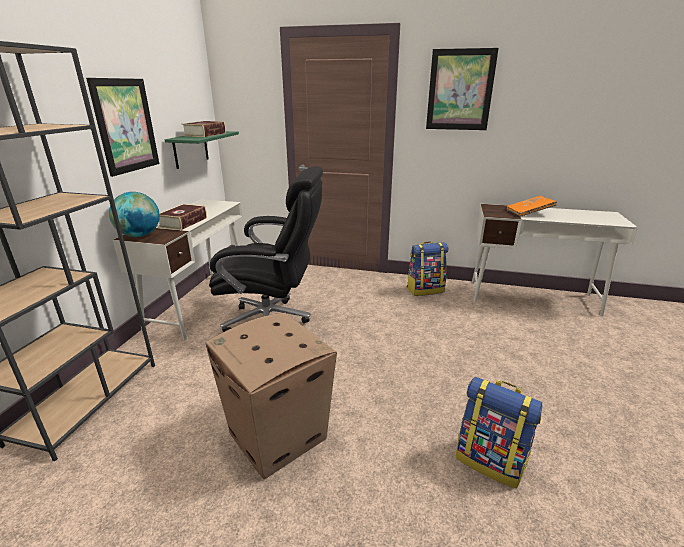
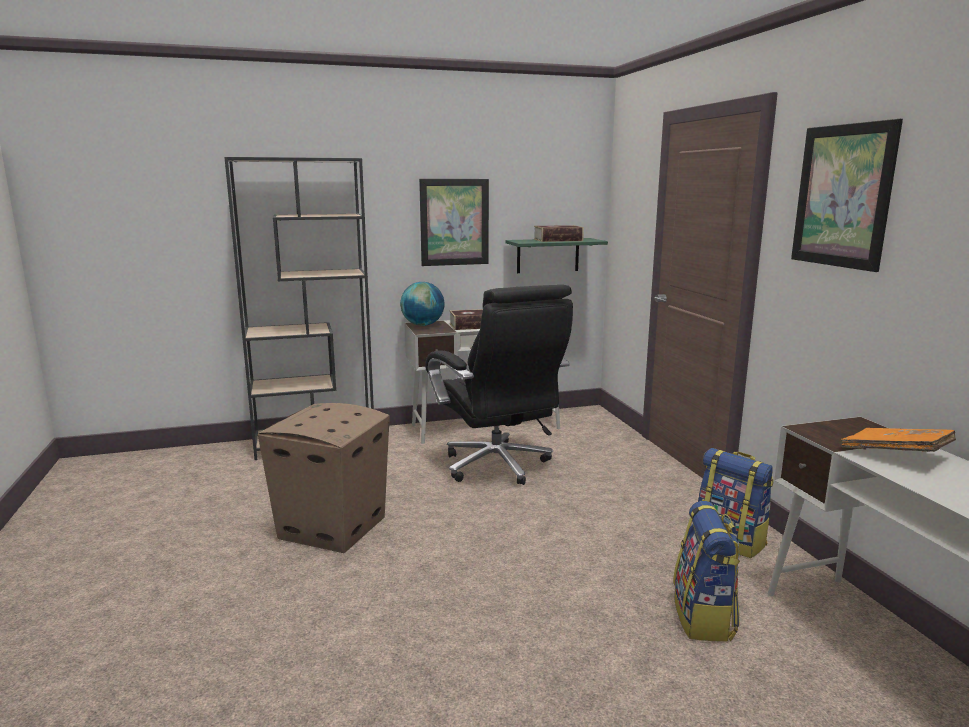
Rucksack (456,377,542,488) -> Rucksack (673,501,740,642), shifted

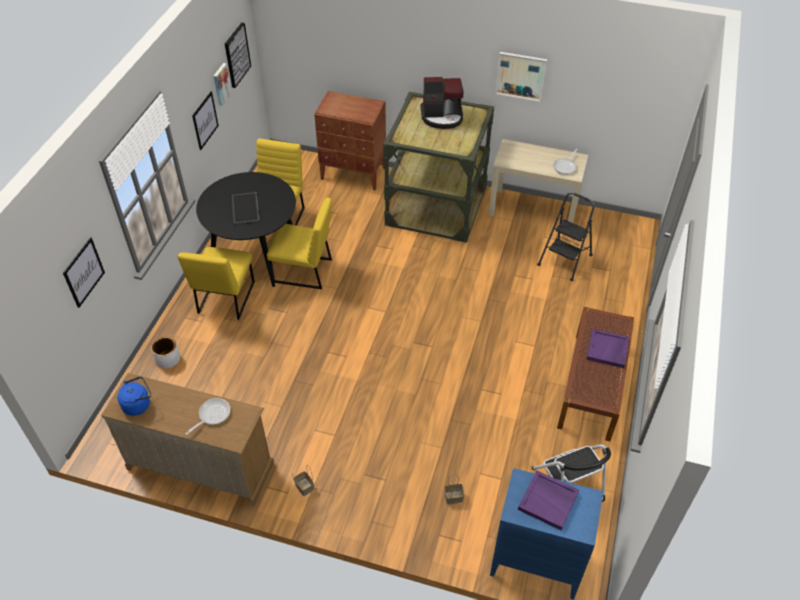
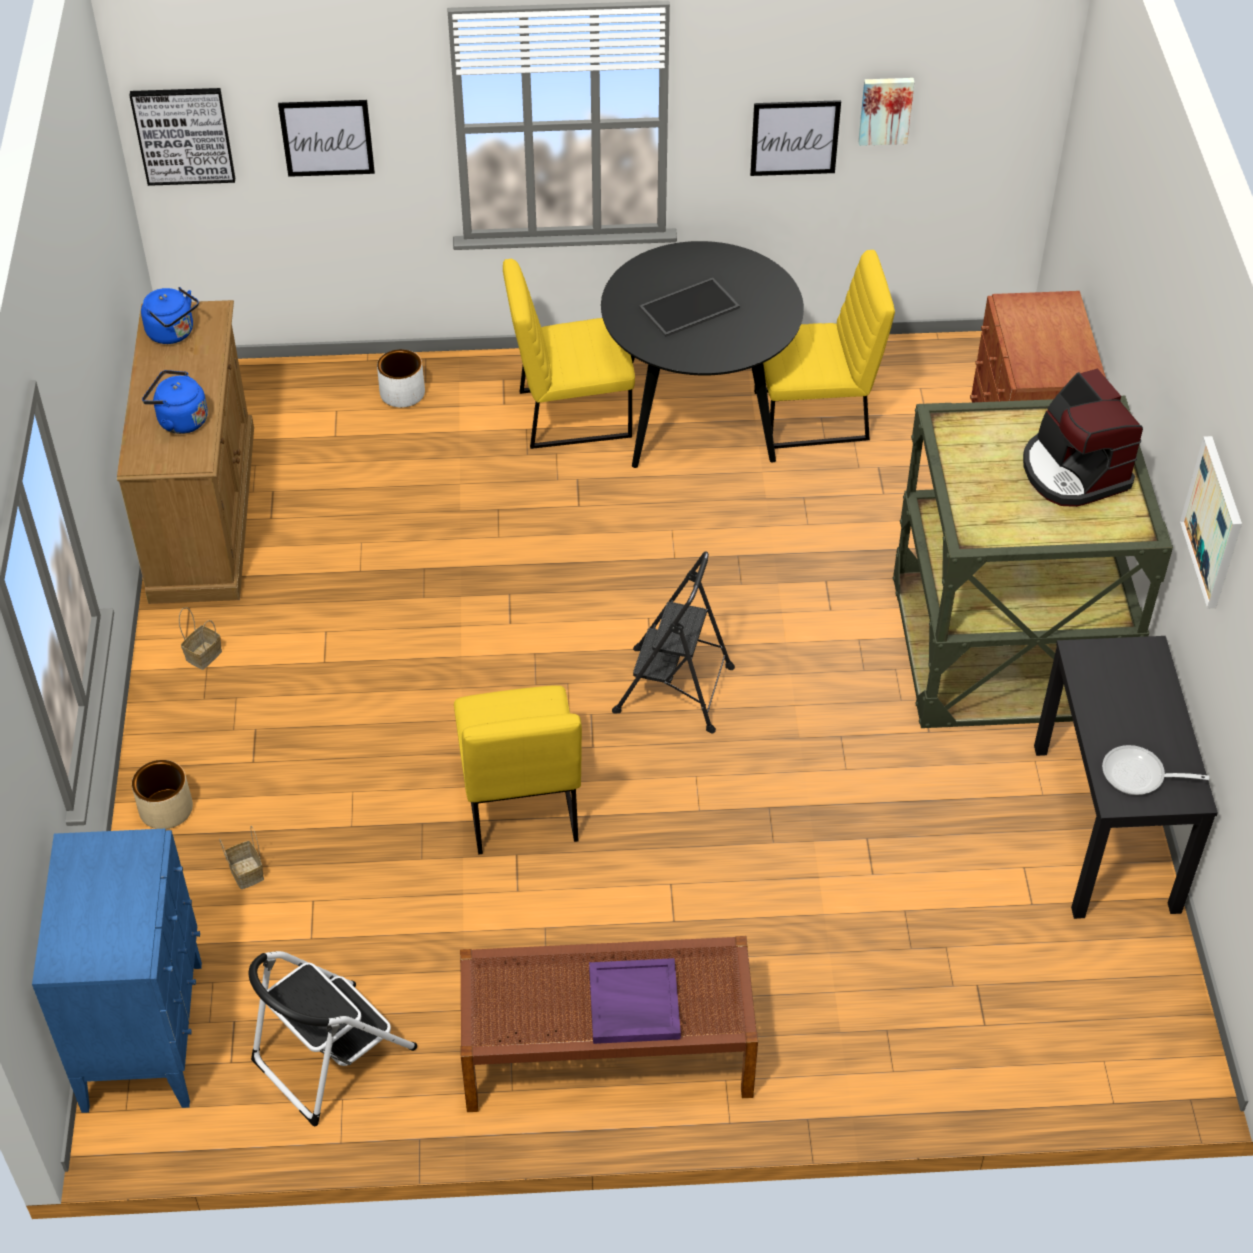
Pfanne (185,398,231,435) -> Wasserkessel [blau] (142,370,208,434)
Bild (225,23,251,88) -> Bild (129,88,235,186), shifted
Stuhl [gelb] (267,197,332,289) -> Stuhl [gelb] (454,685,582,854), shifted
Konsolentisch [beige] (488,139,588,223) -> Konsolentisch [schwarz] (1034,636,1218,919)
Tablett [lila] (518,471,579,530) -> none
Trittleiter [schwarz] (537,192,595,281) -> Trittleiter [schwarz] (612,551,735,733), shifted
none -> Pflanzkübel [beige] (132,760,193,829)

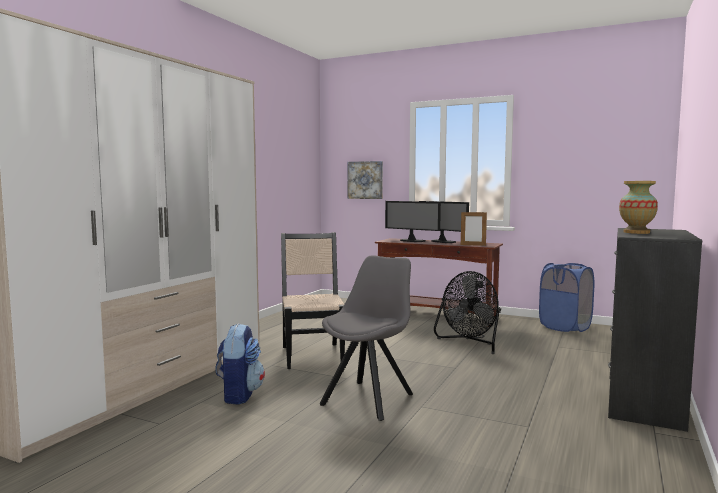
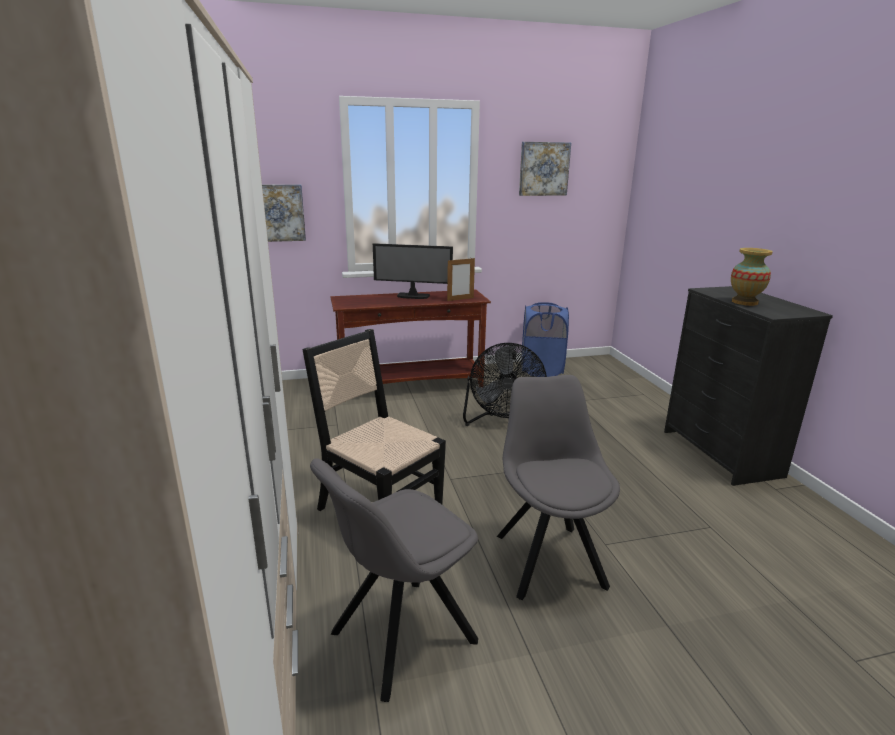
Rucksack (215,323,265,405) -> Stuhl [grau] (310,458,478,702)
Monitor (385,201,441,242) -> none
none -> Bild (519,142,571,196)

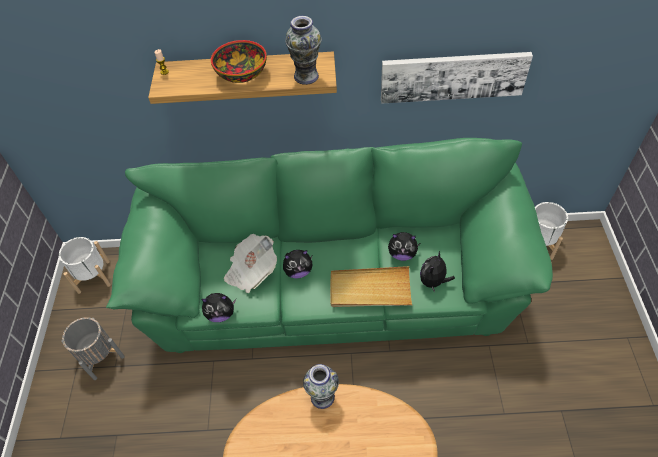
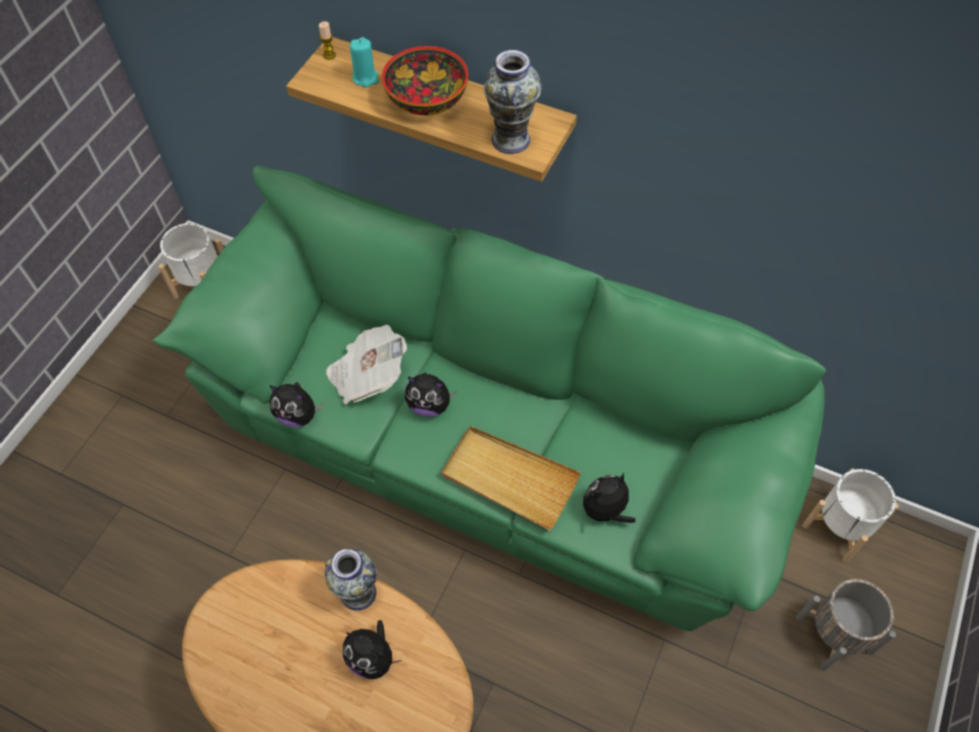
Pflanzkübel [grau] (62,317,125,380) -> Pflanzkübel [grau] (796,579,896,671), shifted
Bild (381,52,533,104) -> none
Plüschtier (388,232,420,261) -> Plüschtier (343,620,402,679), shifted
none -> Kerze [türkis] (350,37,379,87)

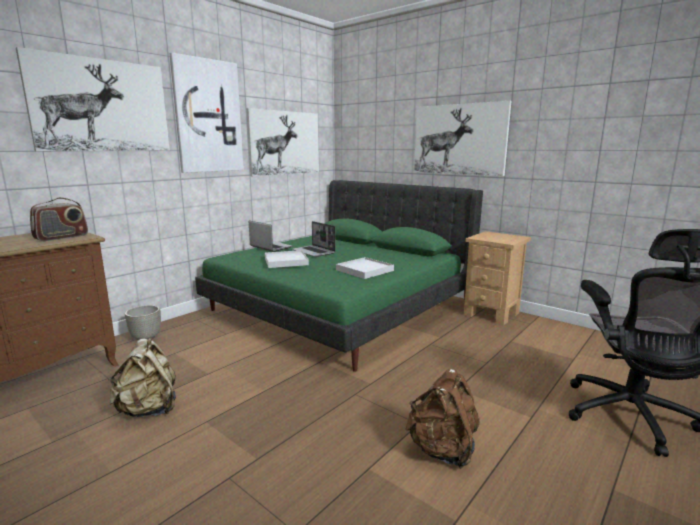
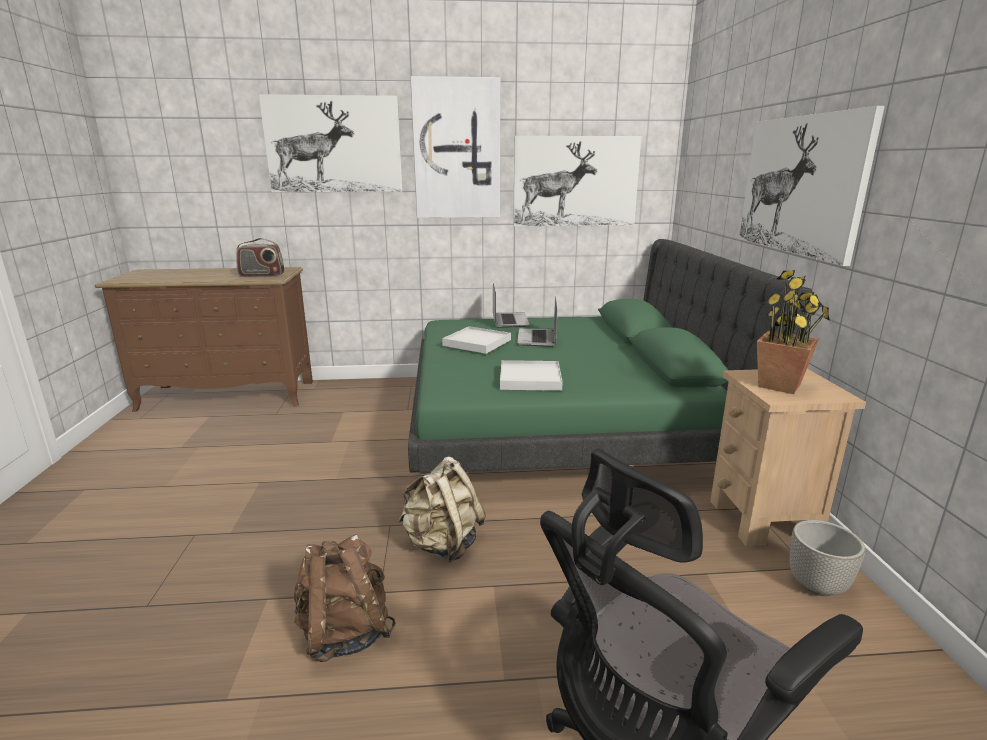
Rucksack [beige] (108,338,176,417) -> Rucksack [beige] (398,456,486,563), shifted
Pflanzkübel [grau] (125,305,161,340) -> Pflanzkübel [grau] (790,520,865,596), shifted
none -> Topfpflanze (757,270,830,394)

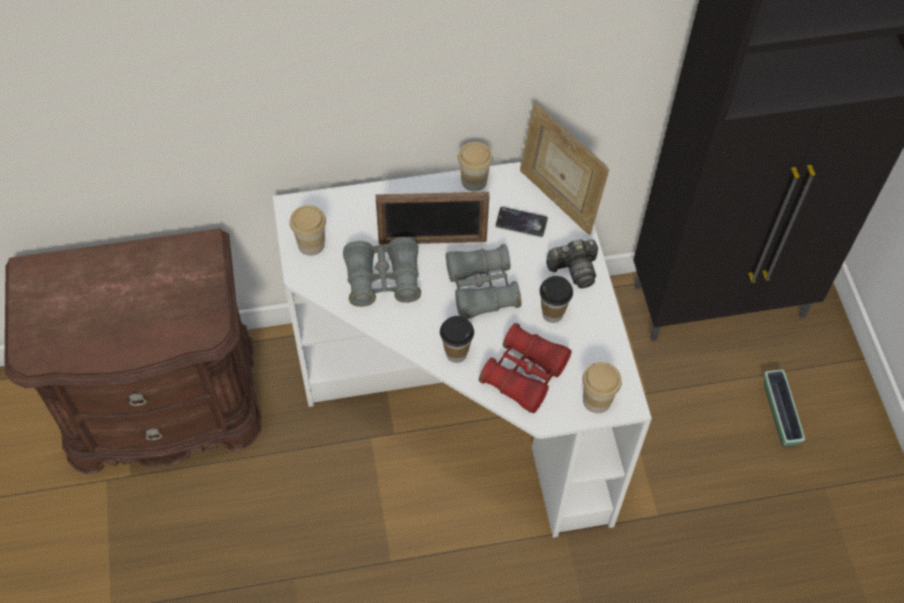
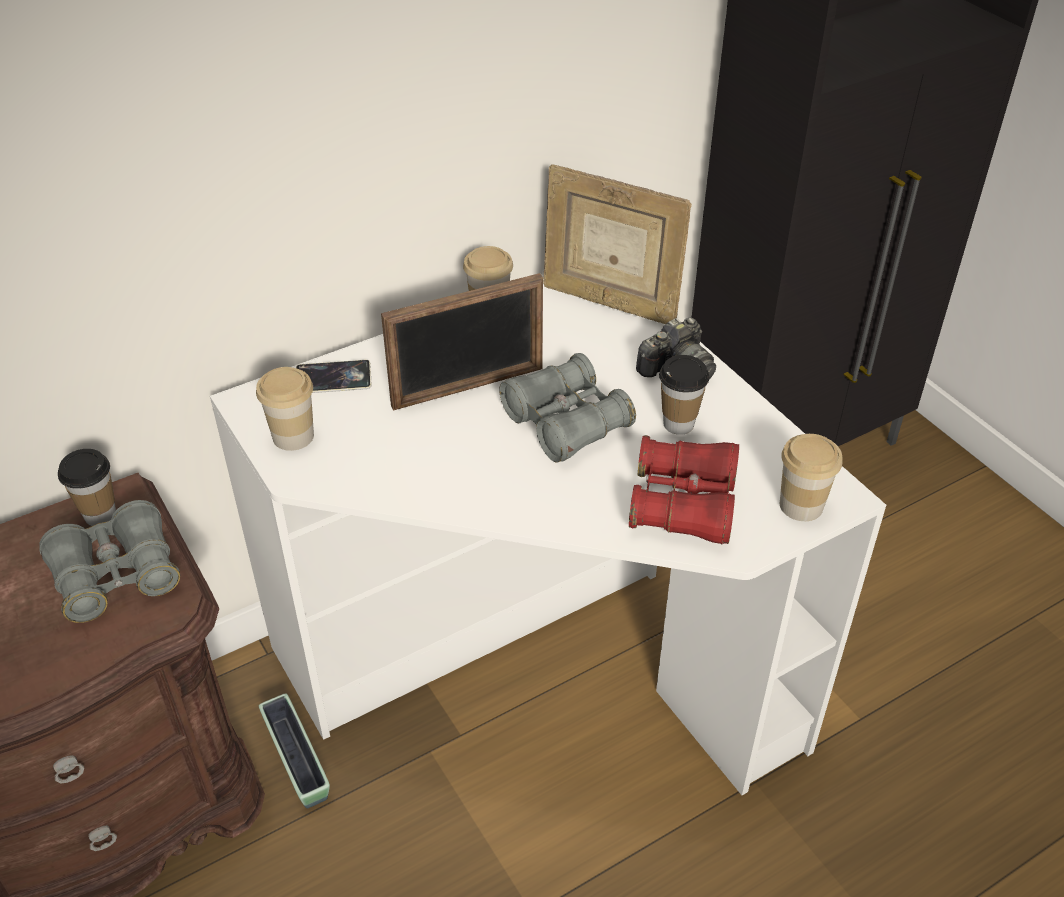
Fernglas [grau] (343,237,421,307) -> Fernglas [grau] (39,500,180,623), shifted
Tasse (440,316,474,363) -> Tasse (58,449,116,526), shifted
Handy (495,206,548,238) -> Handy (296,360,371,393), shifted
Pflanzkübel (764,370,805,447) -> Pflanzkübel (259,694,330,808), shifted

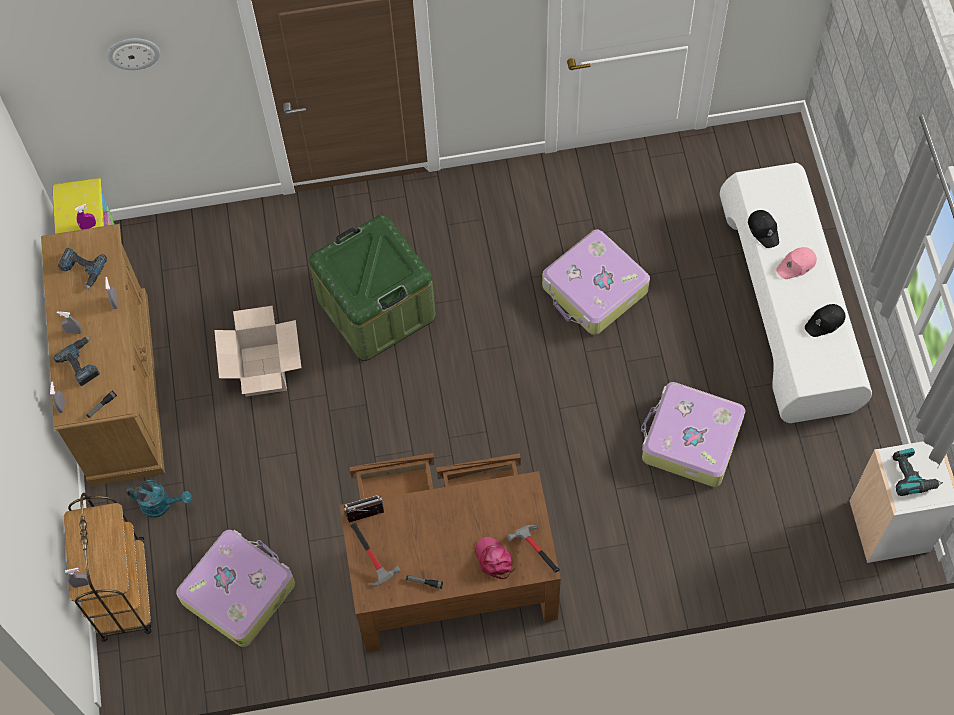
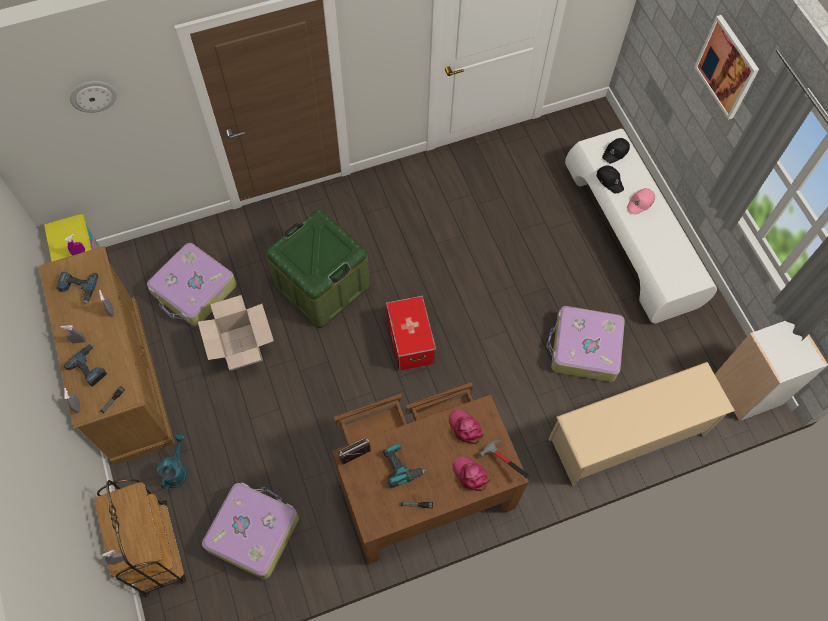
Gießkanne [türkis] (126,480,192,518) -> Gießkanne [türkis] (157,434,187,489), 75 degrees counterclockwise
Hammer (350,522,400,585) -> none
Koffer (542,229,650,335) -> Koffer (147,243,236,326), shifted
Kappe [schwarz] (805,304,845,337) -> Kappe [schwarz] (602,138,630,164), shifted
Bohrmaschine (892,448,943,496) -> Bohrmaschine (383,444,426,488), shifted
none -> Aufbewahrungsbox (386,296,436,371)
none -> Kappe [rosa] (449,409,484,444)
none -> Schuhregal [beige] (549,362,735,486)
none -> Bild (694,15,759,120)

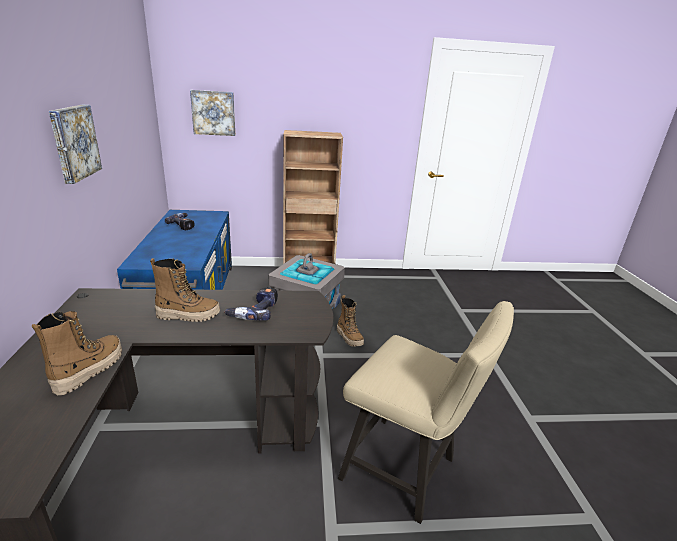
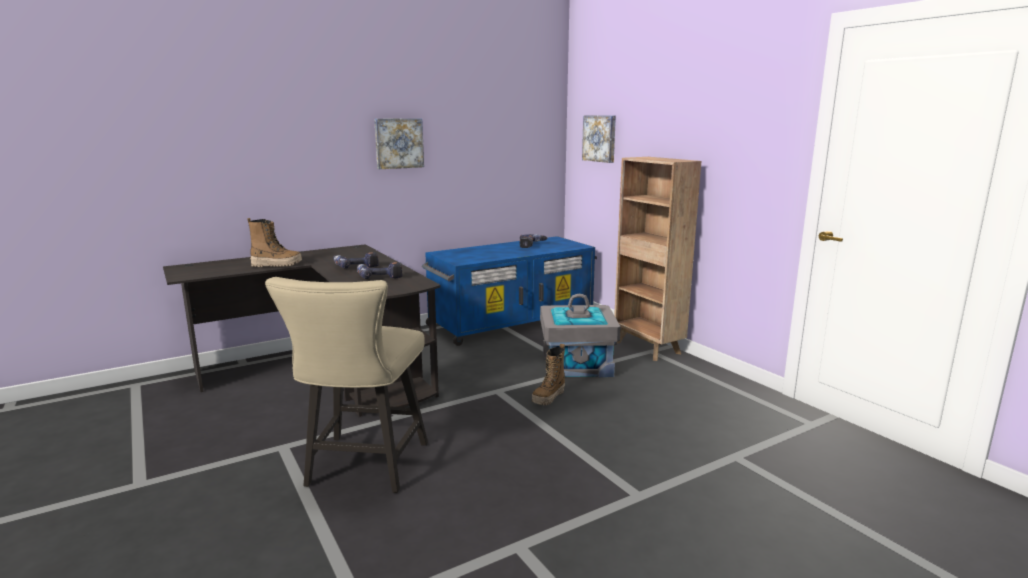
Stiefel (150,258,220,322) -> Bohrmaschine (333,252,379,269)

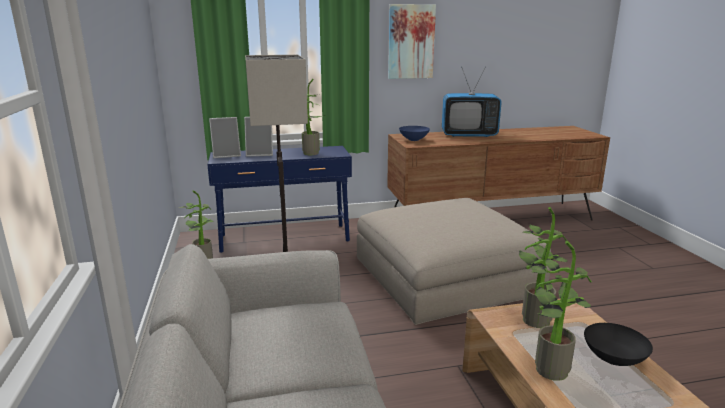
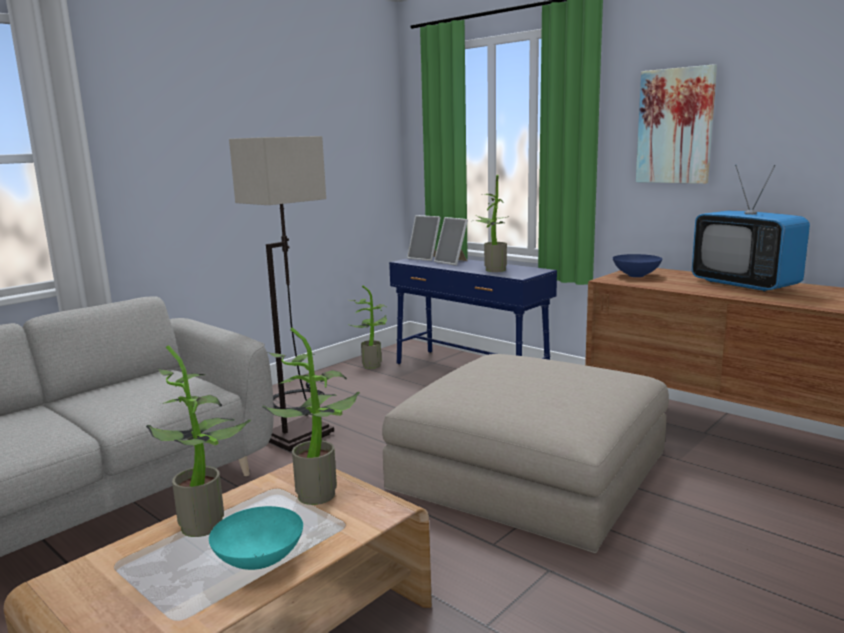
Schüssel [schwarz] (584,323,653,366) -> Schüssel [türkis] (209,506,303,570)

